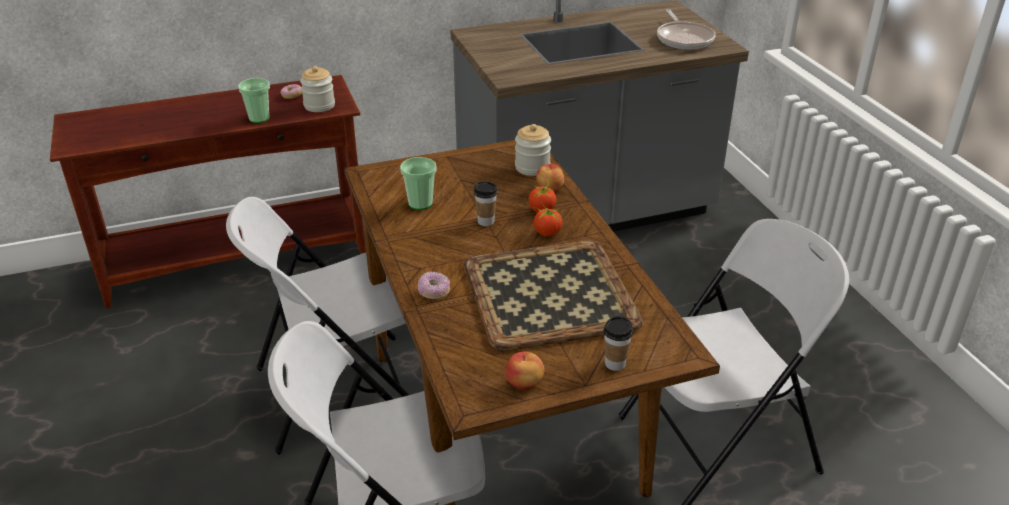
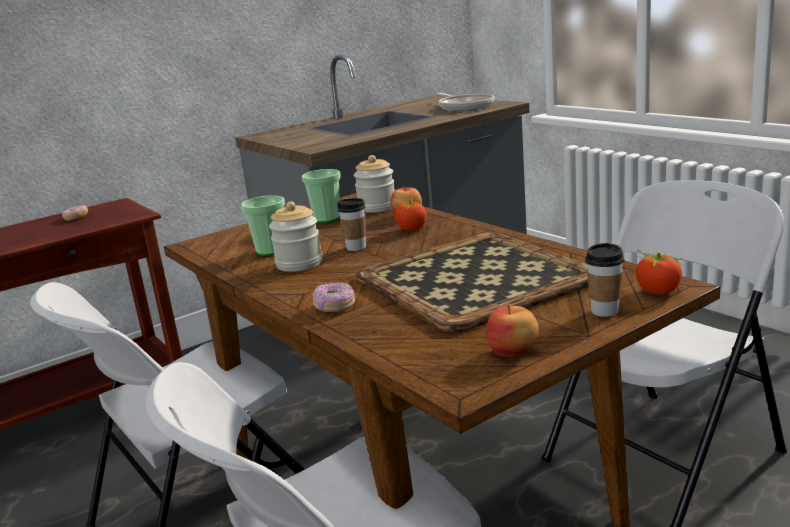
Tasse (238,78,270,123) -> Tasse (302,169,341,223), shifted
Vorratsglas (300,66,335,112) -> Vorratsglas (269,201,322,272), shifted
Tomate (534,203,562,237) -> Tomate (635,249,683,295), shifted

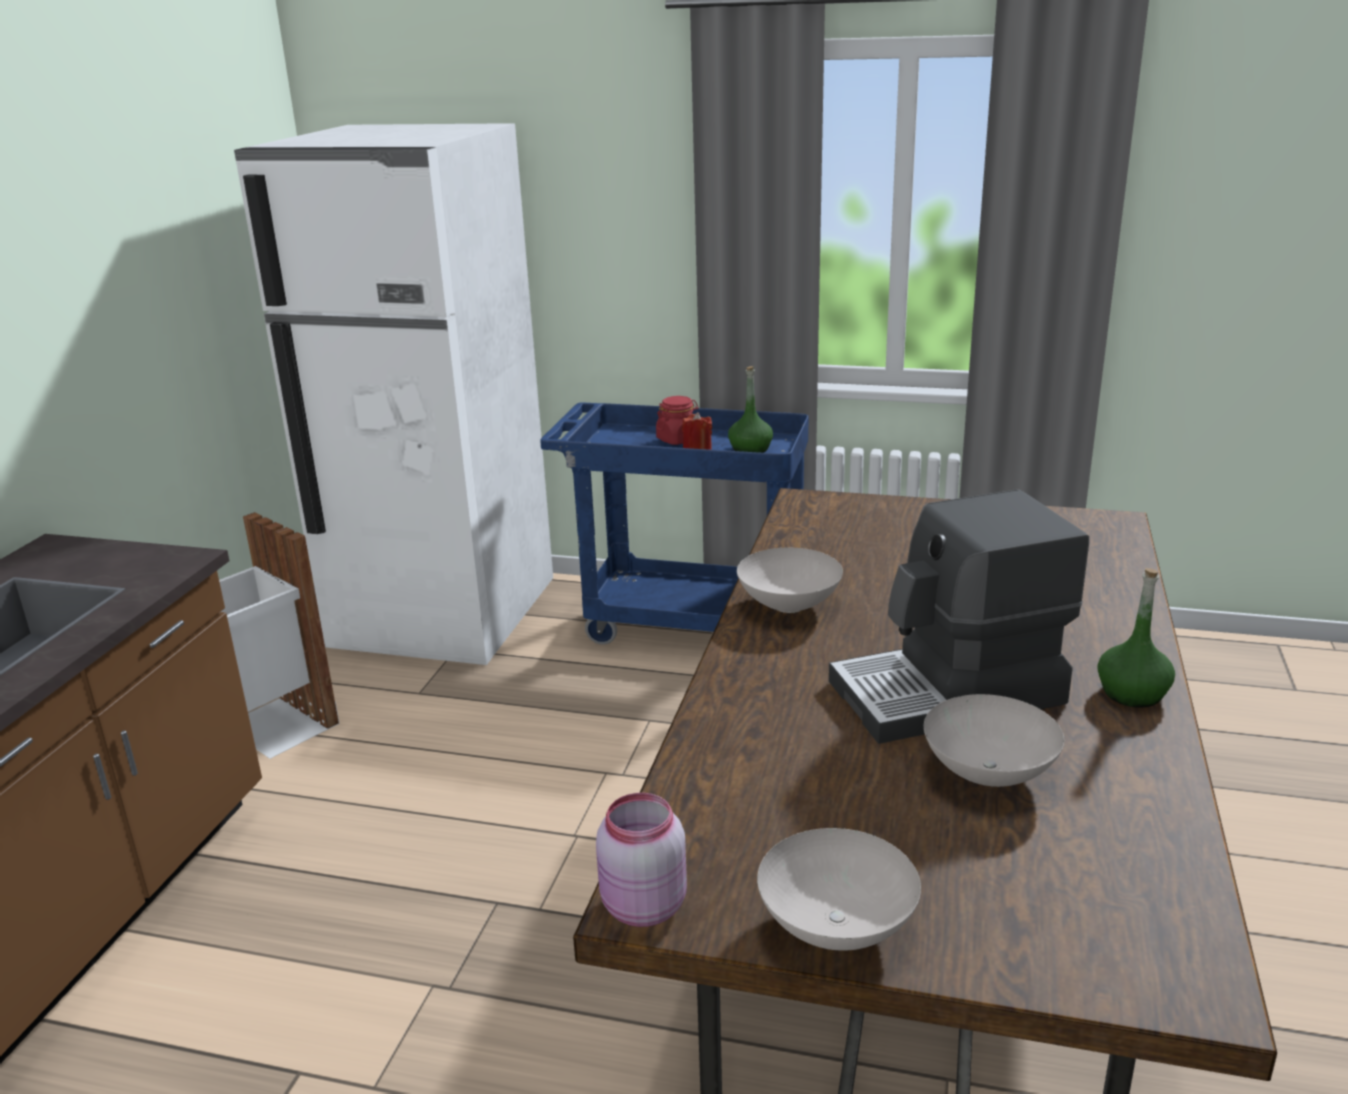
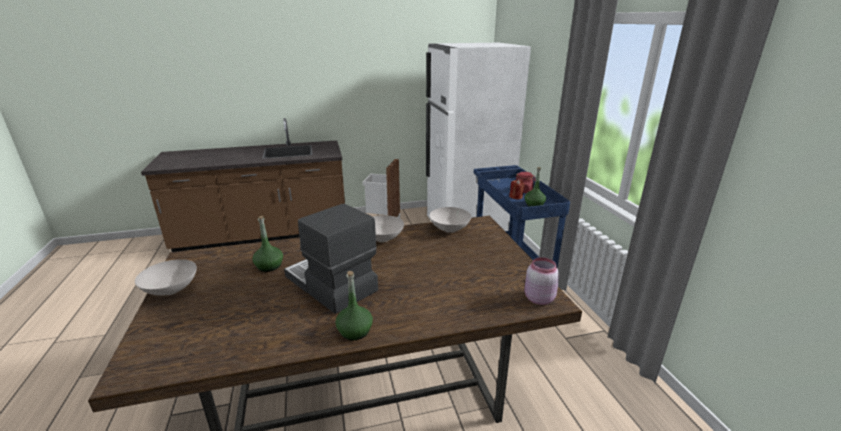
Vorratsglas [rosa] (596,793,687,927) -> Vorratsglas [rosa] (524,257,559,305), shifted
Schüssel [weiß] (924,694,1064,787) -> Schüssel [weiß] (429,207,471,233), shifted
none -> Flasche [grün] (252,216,283,272)

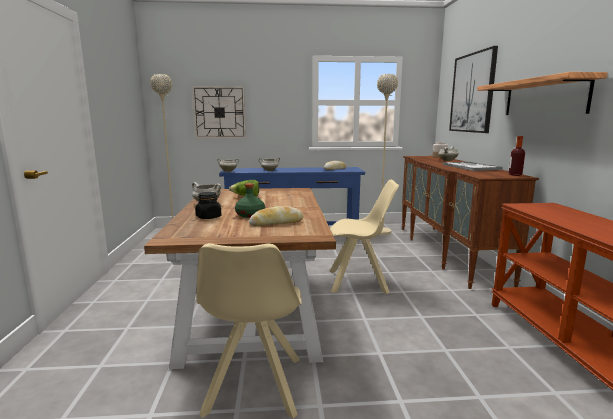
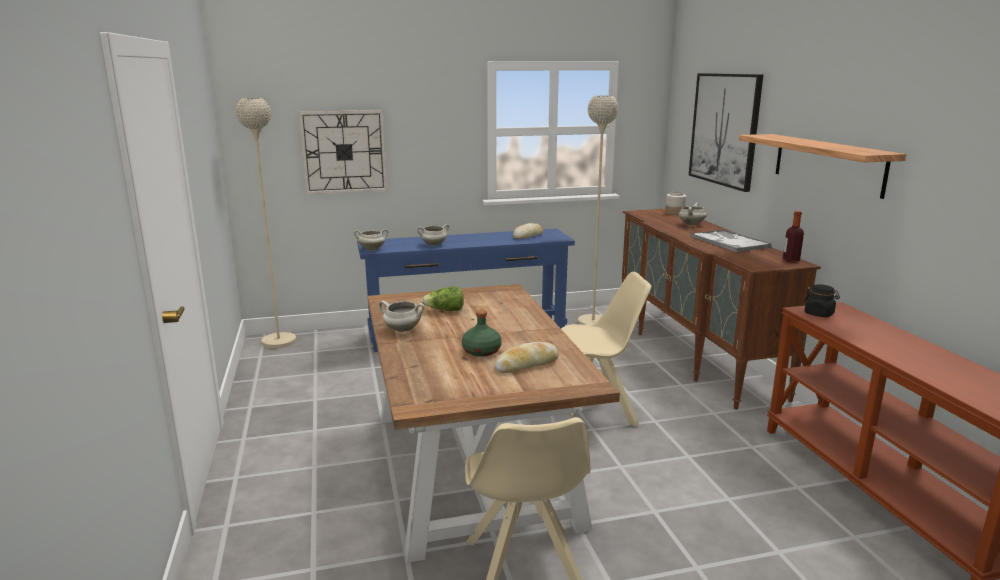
Vorratsglas [schwarz] (195,192,221,219) -> Vorratsglas [schwarz] (804,284,840,317), shifted

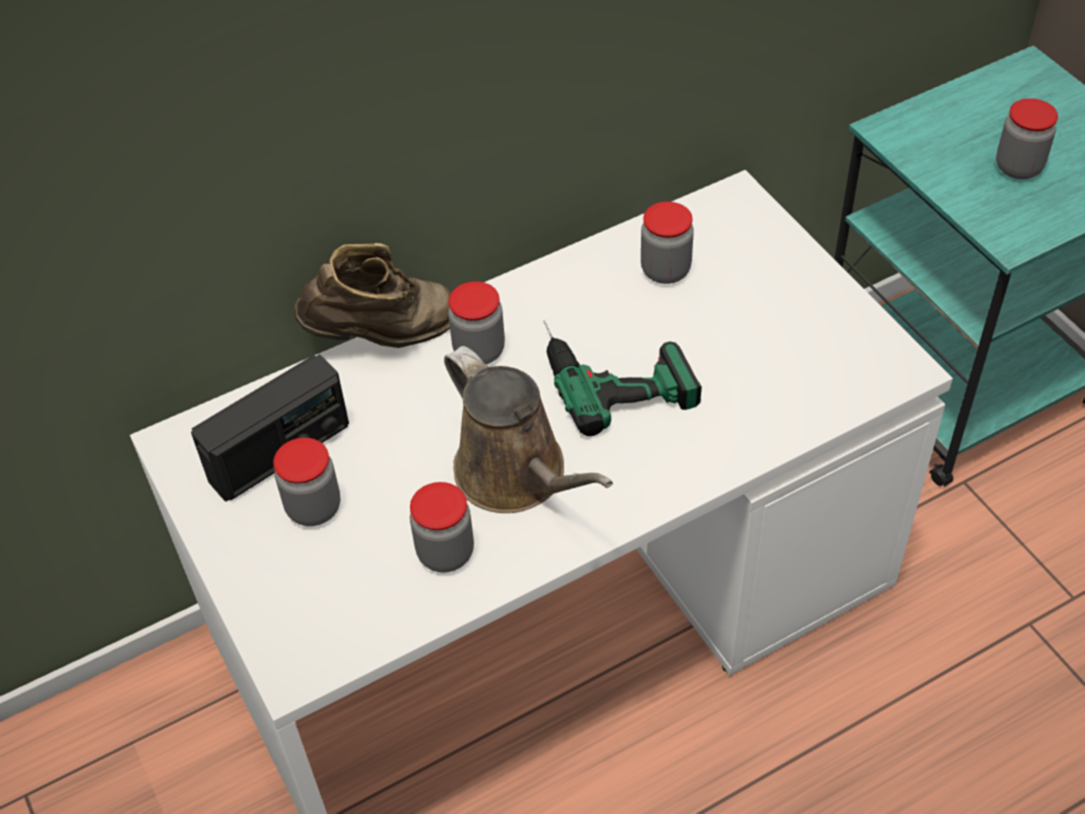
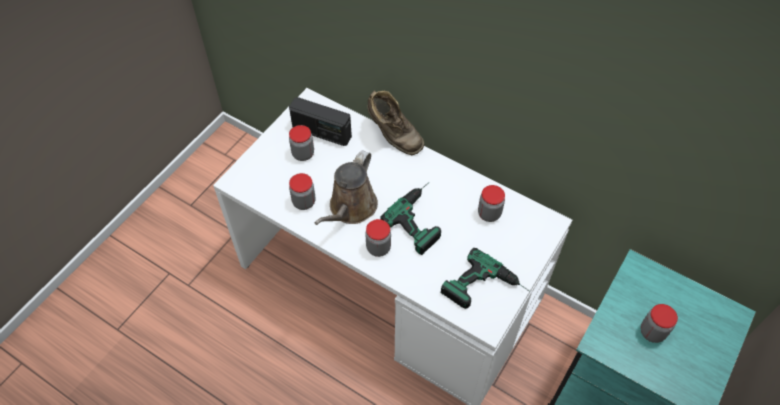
Vorratsglas (448,281,505,364) -> Vorratsglas (365,219,391,257), shifted
none -> Bohrmaschine (441,248,531,309)

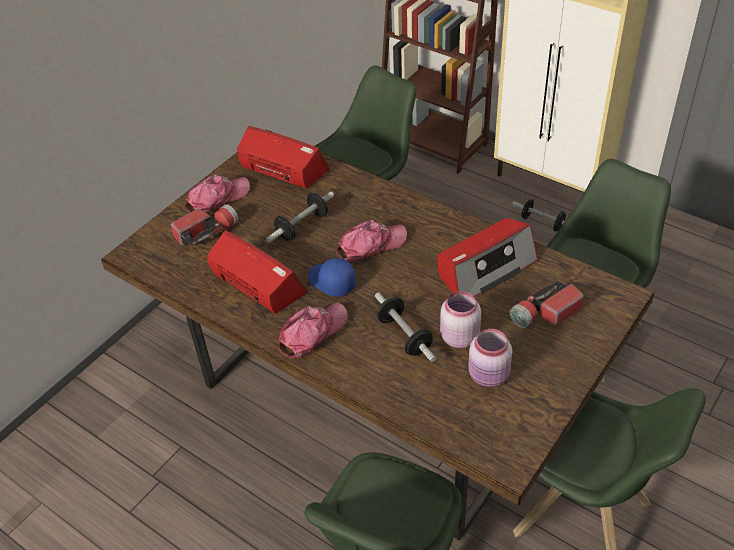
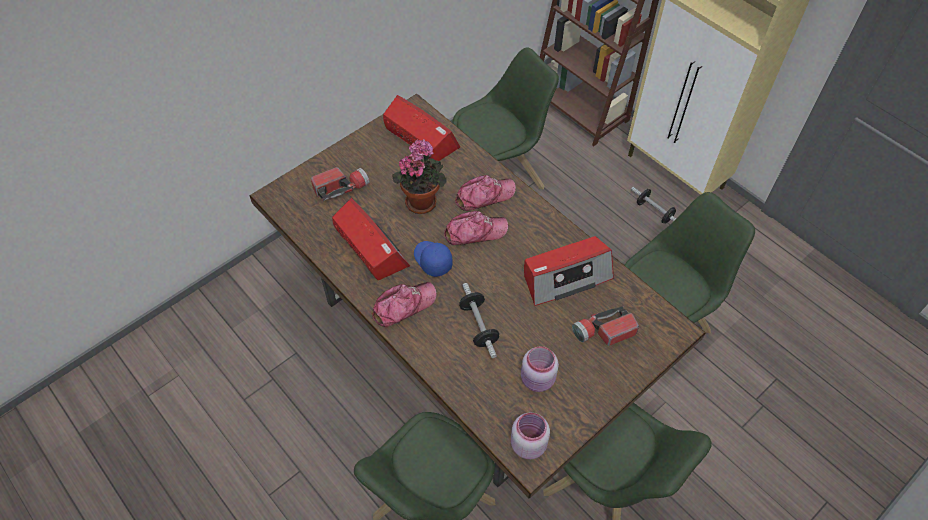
Kappe (185,174,250,213) -> Kappe (455,175,516,211), shifted
Hantel (266,192,334,243) -> Topfpflanze (392,139,446,214)
Vorratsglas [rosa] (440,291,481,348) -> Vorratsglas [rosa] (511,412,550,459), shifted

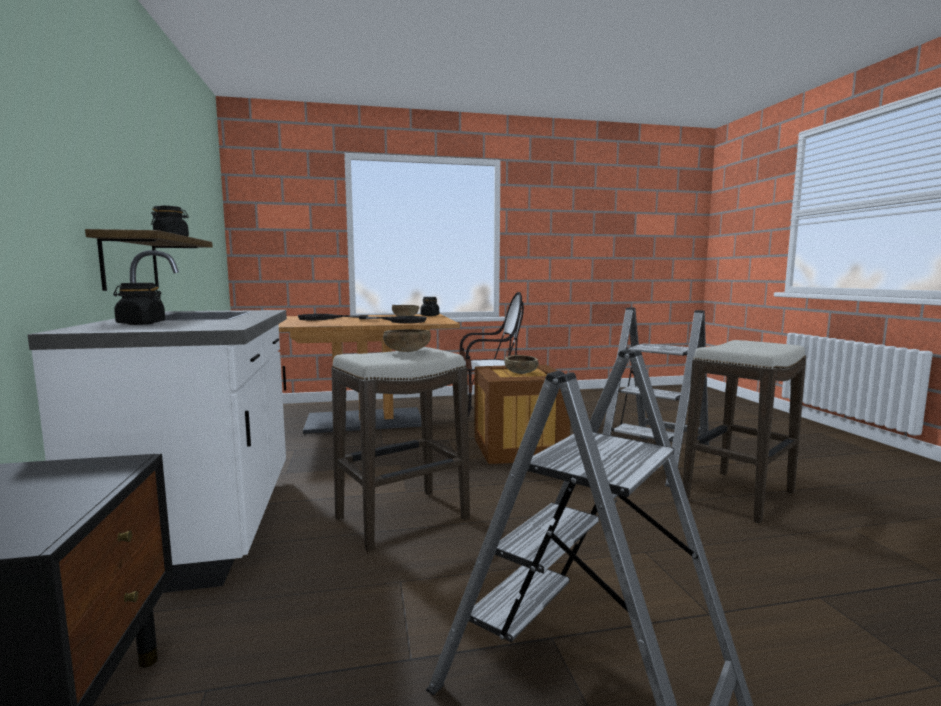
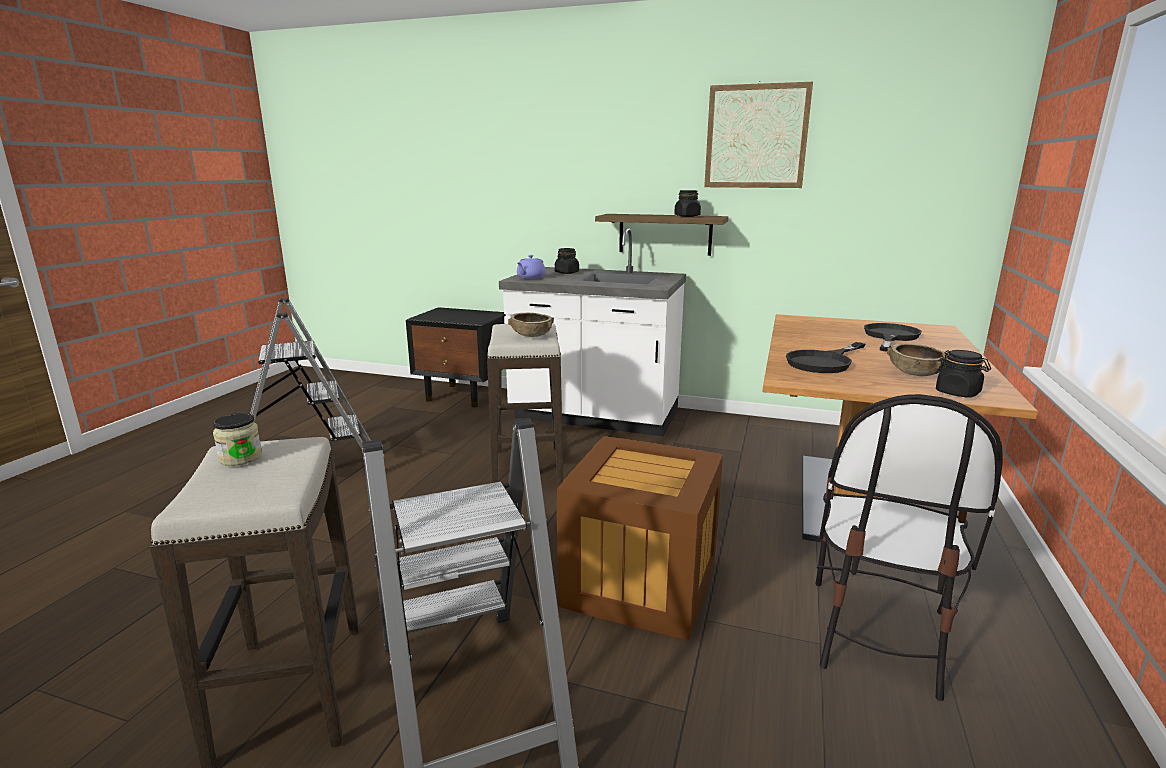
Schüssel [braun] (505,355,539,374) -> none
none -> Vorratsglas (213,413,262,466)
none -> Teekanne [lila] (517,255,546,279)
none -> Bild (704,81,813,188)

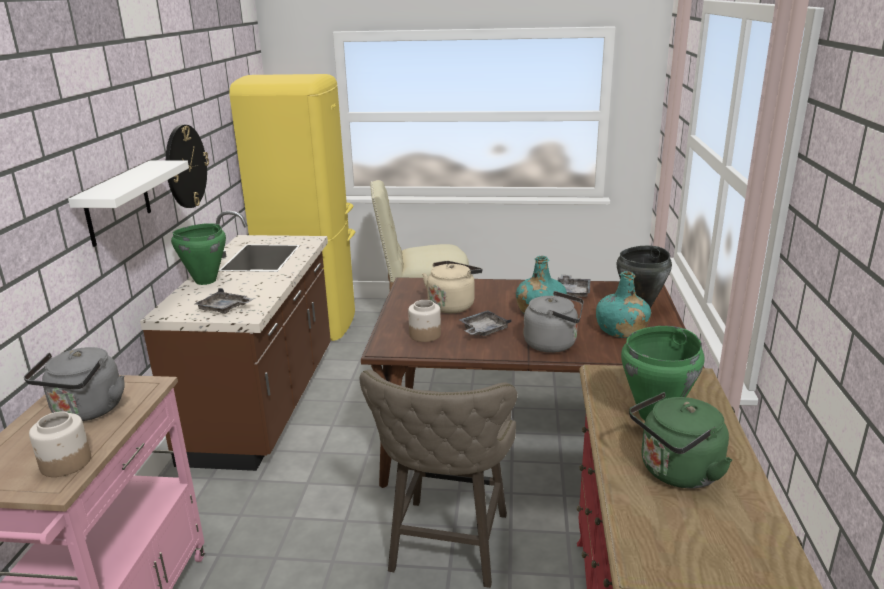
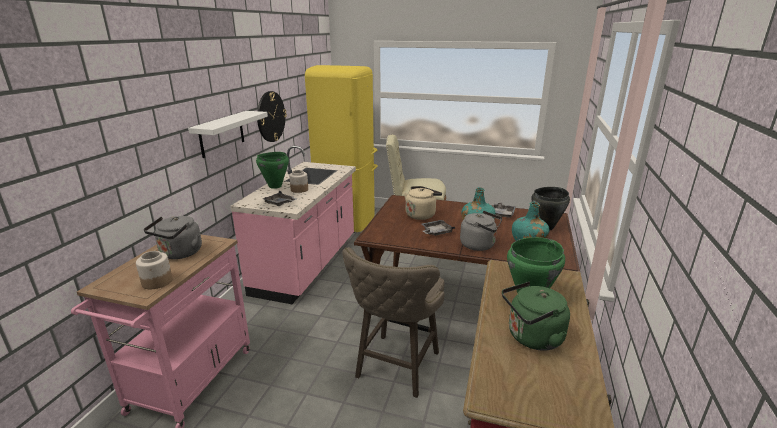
Küchenzeile [braun] (140,211,331,471) -> Küchenzeile [rosa] (230,146,356,304)
Vorratsglas (408,300,441,342) -> Vorratsglas (289,170,308,193), shifted

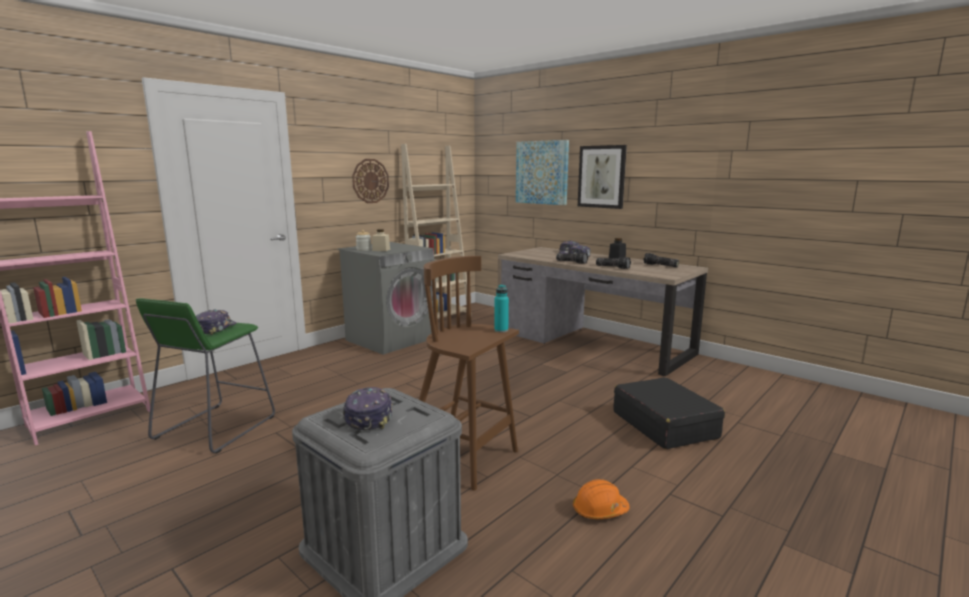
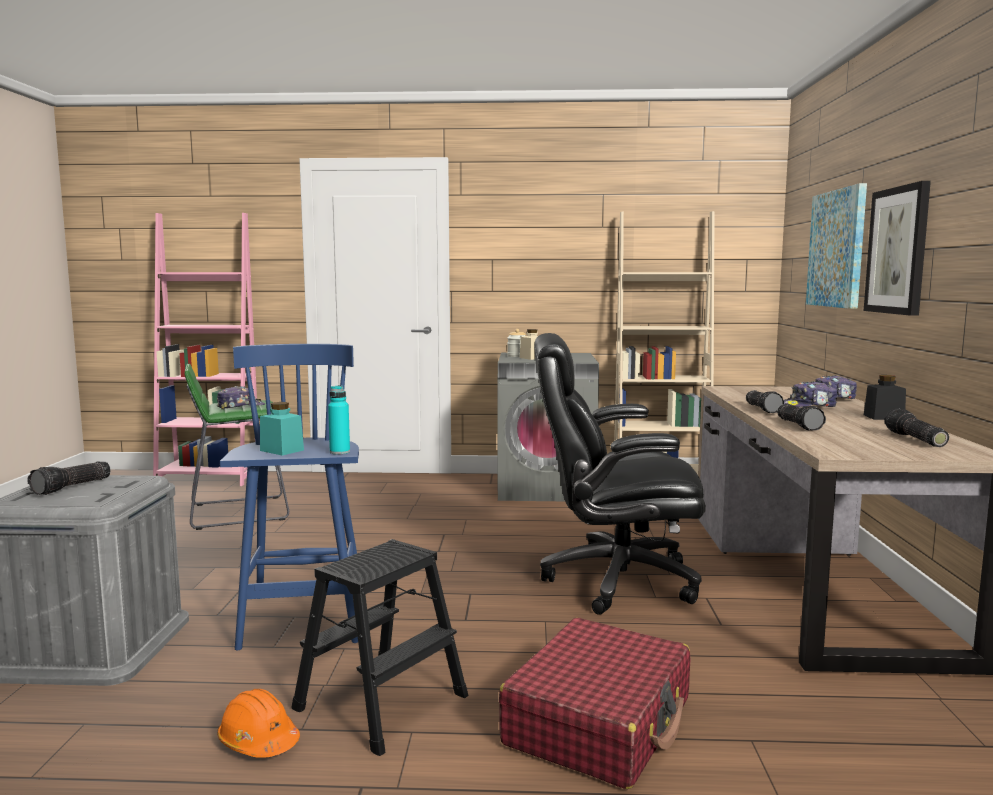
Kappe (343,387,393,430) -> Taschenlampe (27,461,111,495)
Wanduhr (352,159,389,203) -> none
Hocker [braun] (419,256,519,491) -> Hocker [blau] (220,344,359,651)
Koffer [schwarz] (614,377,725,449) -> Koffer [rot] (499,618,691,789)
none -> Vorratsglas [türkis] (260,402,304,455)
none -> Trittleiter [schwarz] (291,539,468,756)
none -> Bürostuhl [schwarz] (534,333,706,615)

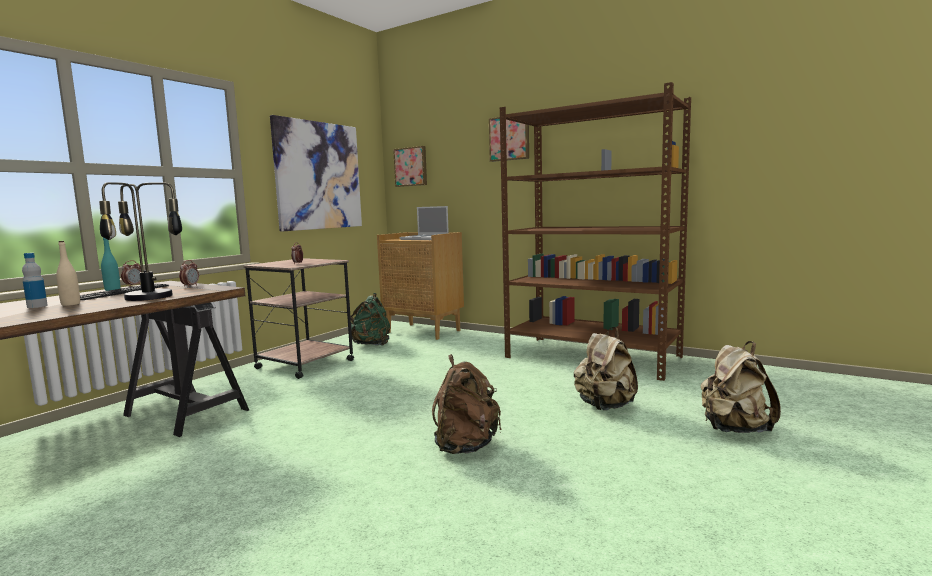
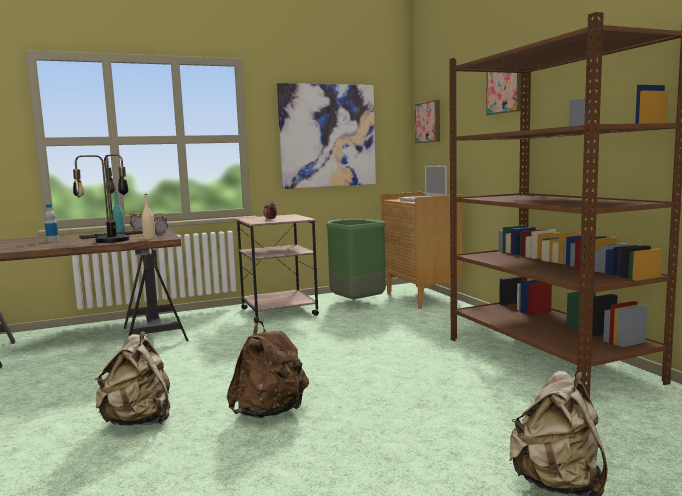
Flasche [beige] (56,241,80,306) -> Flasche [beige] (142,194,155,240), shifted
Rucksack [grün] (351,293,391,346) -> Mülleimer [grün] (326,219,386,299)
Rucksack [beige] (574,327,638,410) -> Rucksack [beige] (95,331,170,426), shifted

